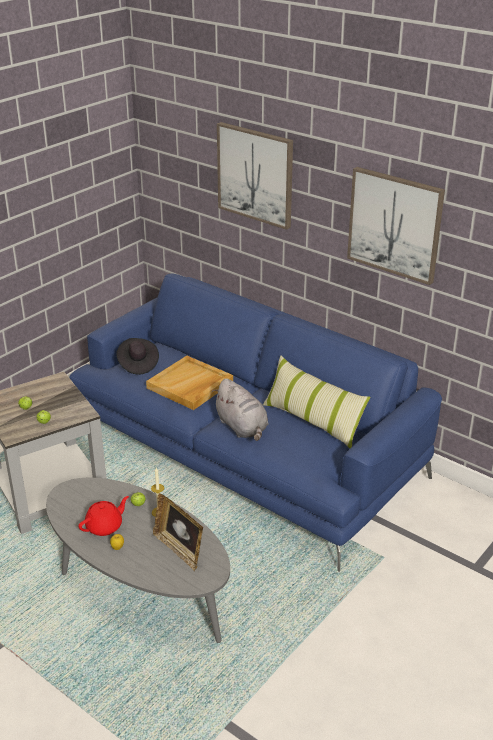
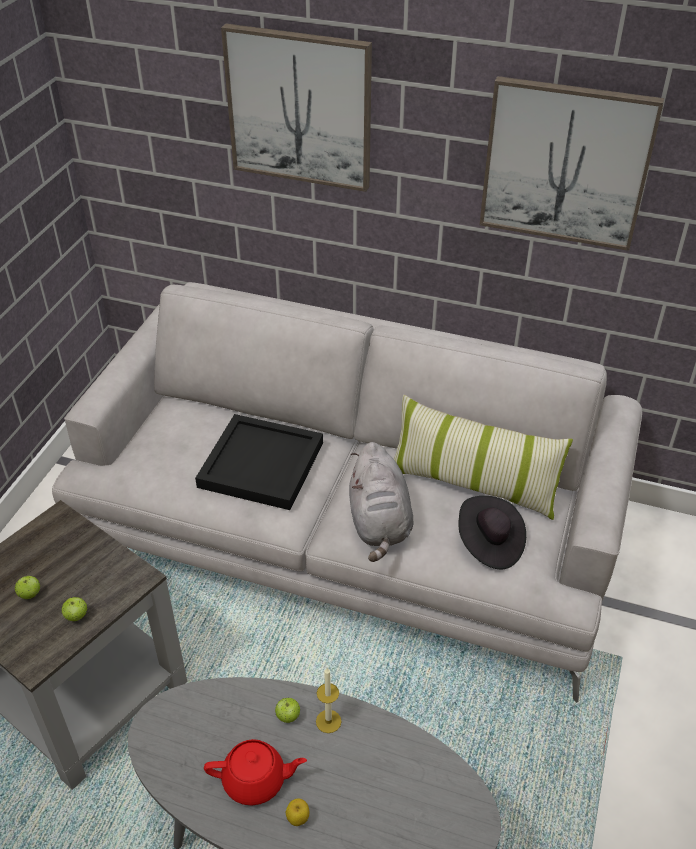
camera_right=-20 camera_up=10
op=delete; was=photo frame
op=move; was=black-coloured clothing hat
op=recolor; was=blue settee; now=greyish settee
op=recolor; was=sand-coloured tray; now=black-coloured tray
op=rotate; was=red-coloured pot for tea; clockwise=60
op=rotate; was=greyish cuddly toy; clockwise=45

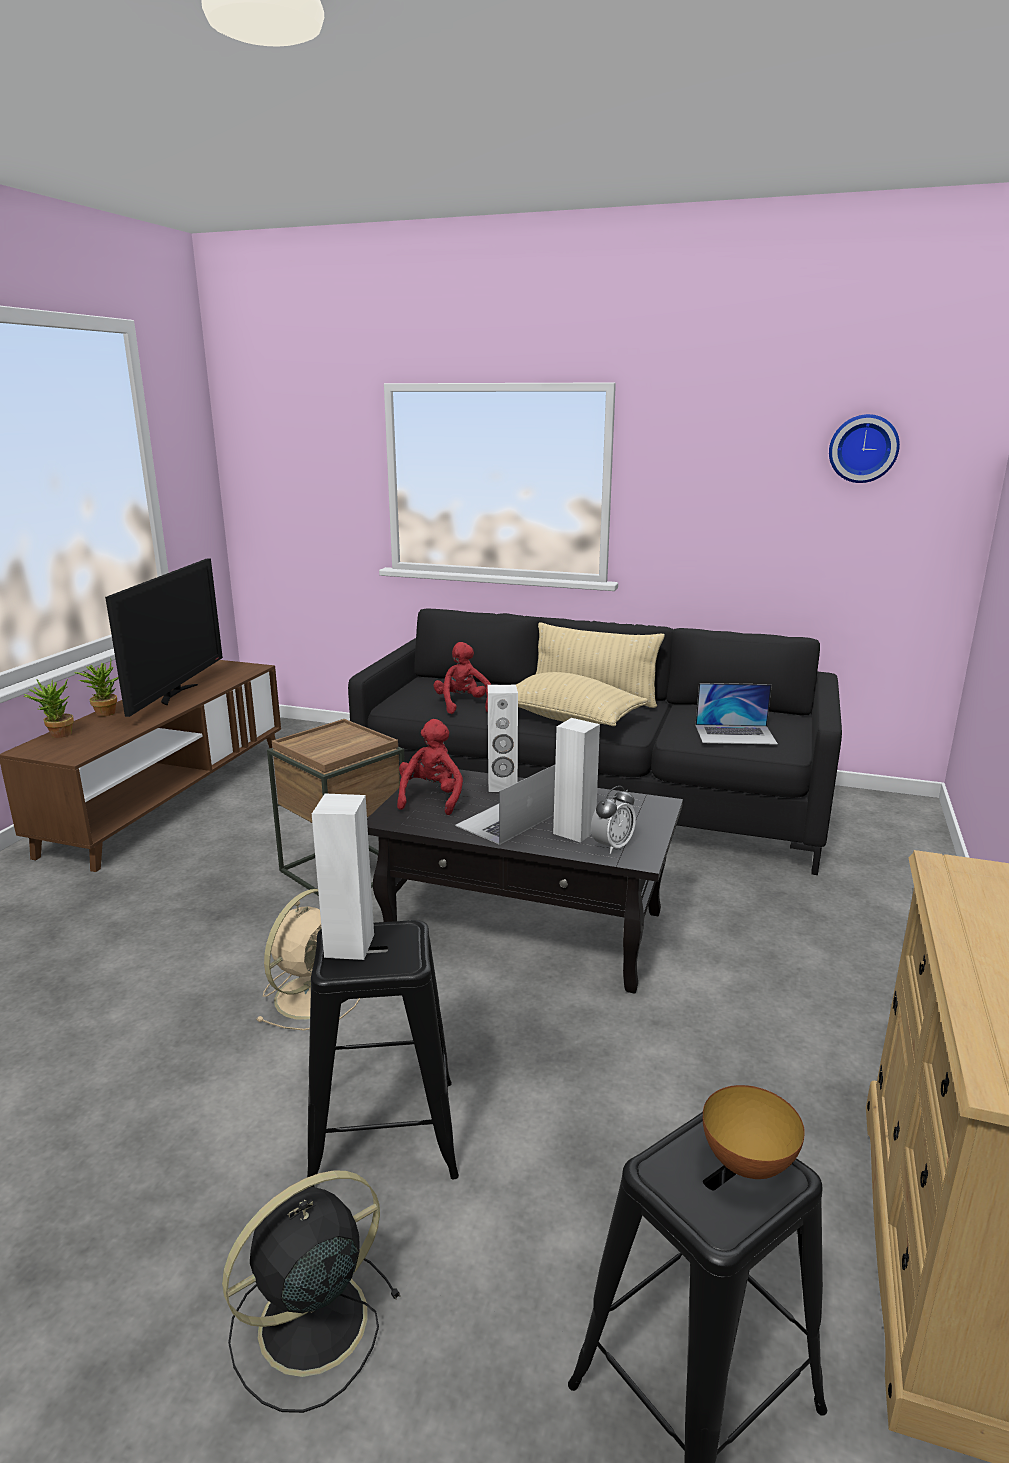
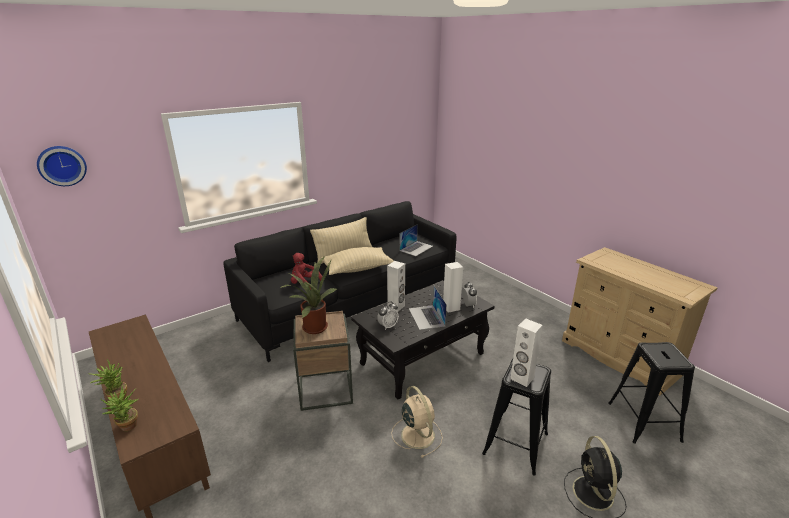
camera_right=-55 camera_up=5
op=delete; was=TV
op=delete; was=bowl
op=insert; now=plant in a pot (3rd from left)
op=move; was=wall clock
op=replace; was=red-coloured cuddly toy (1st from left); now=table clock (1st from left)

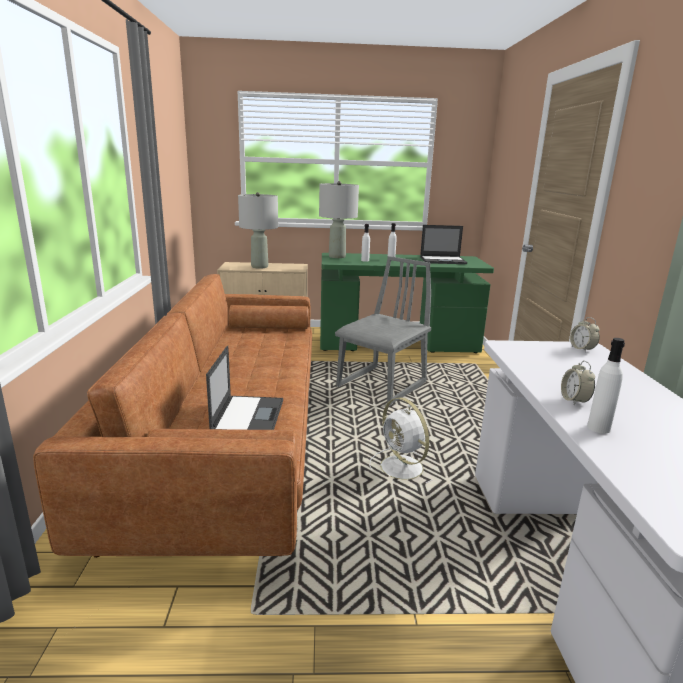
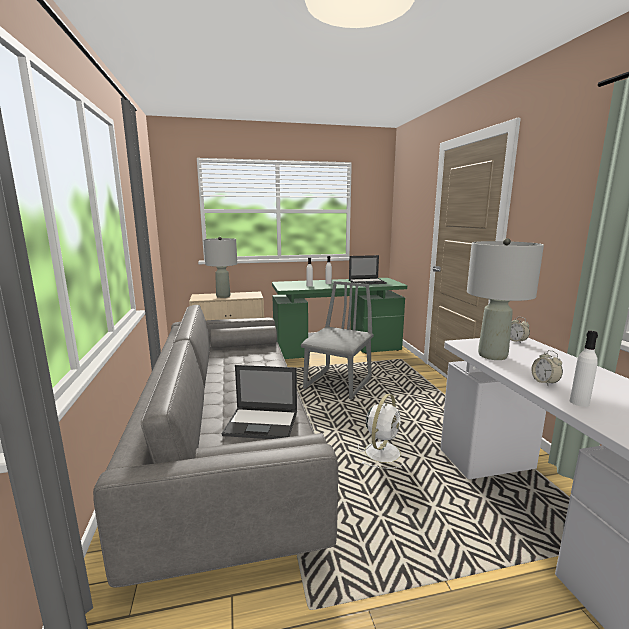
camera_right=-10 camera_up=-5
op=move; was=greyish table lamp (2nd from left)
op=recolor; was=brownish settee; now=greyish settee
op=rotate; was=notebook computer (1st from left); clockwise=105
op=rotate; was=whitish cooling fan; clockwise=-105

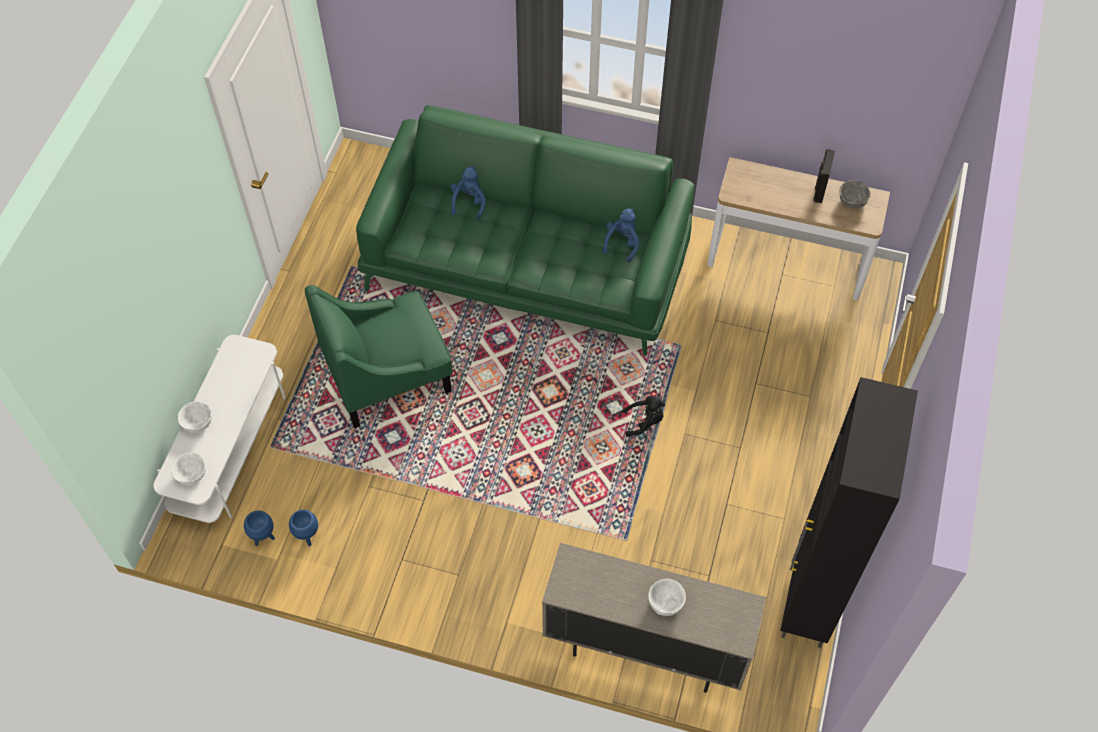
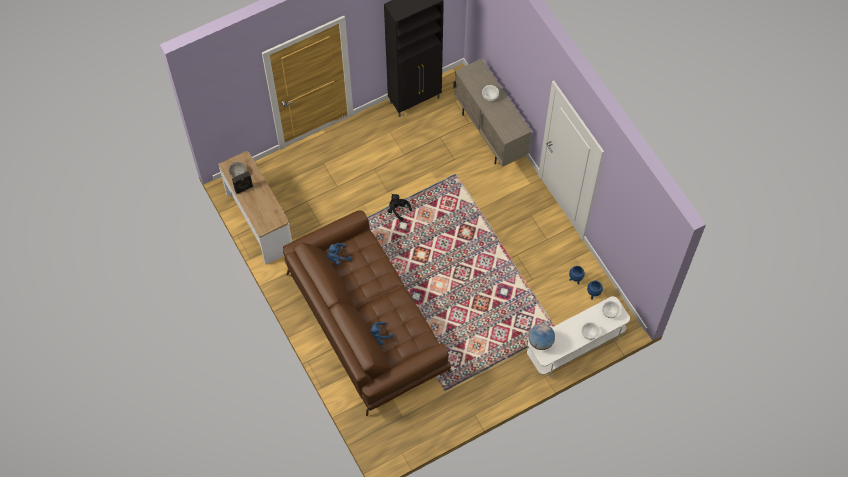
camera_right=-135 camera_up=5
op=delete; was=greenish lounge chair
op=insert; now=world globe
op=recolor; was=greenish settee; now=brownish settee

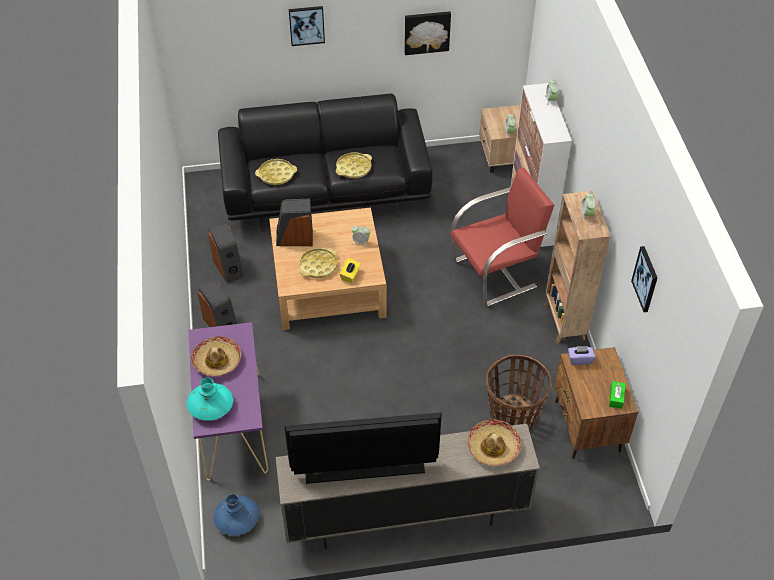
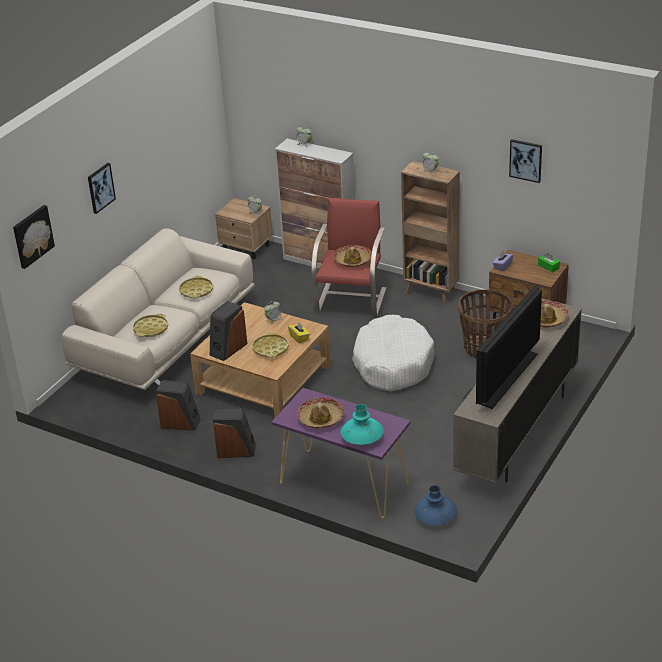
camera_right=-50 camera_up=-15
op=insert; now=clothing hat (2nd from left)
op=insert; now=whitish pet bed
op=move; was=wall picture (2nd from left in the first image); now=wall picture (1st from left)
op=recolor; was=black-coloured settee; now=sand-coloured settee

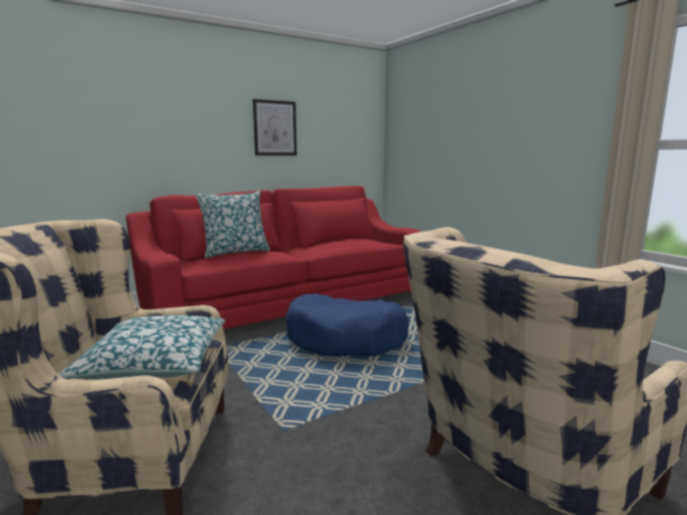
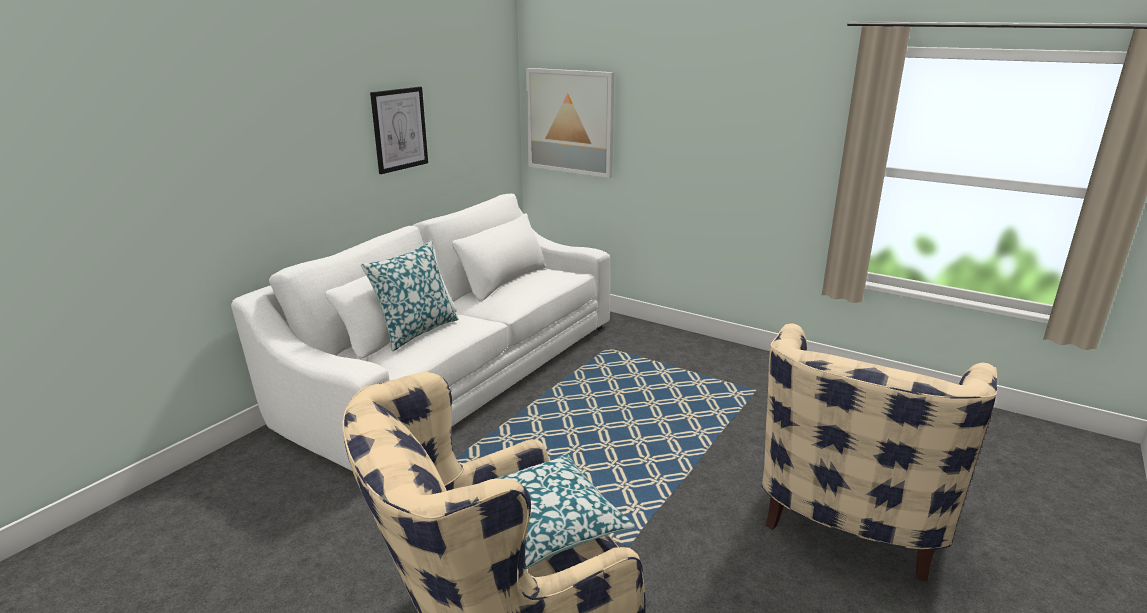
camera_right=-25 camera_up=10
op=delete; was=blue pet bed
op=insert; now=wall picture (2nd from left)
op=recolor; was=red-coloured settee; now=whitish settee

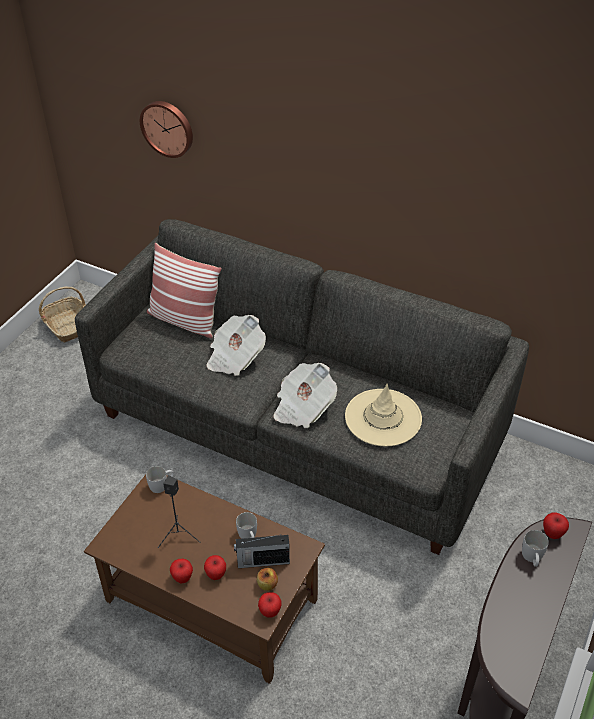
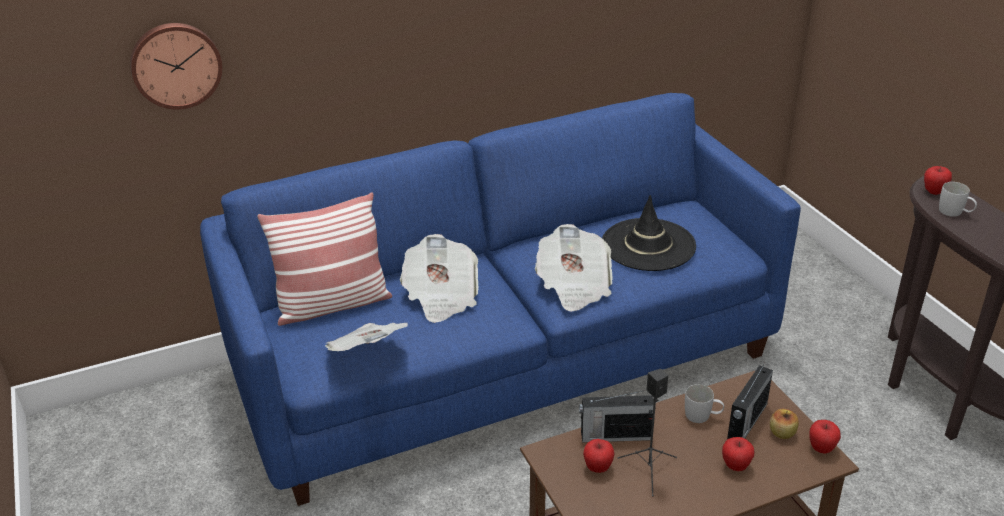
camera_right=-50 camera_up=-10
op=delete; was=household basket
op=delete; was=whitish tea mug (1st from left)
op=insert; now=newspaper (1st from left)
op=insert; now=radio set (1st from left)
op=move; was=apple (1st from left)
op=recolor; was=greyish settee; now=blue settee
op=recolor; was=sand-coloured clothing hat; now=black-coloured clothing hat

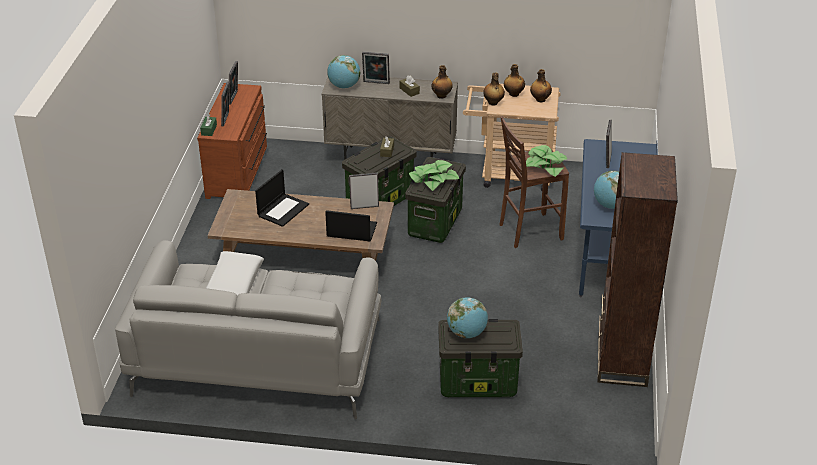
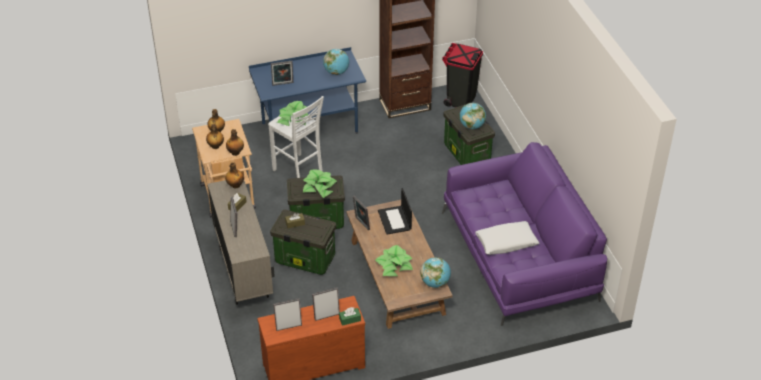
camera_right=-115 camera_up=5
op=insert; now=black-coloured rubbish bin
op=move; was=world globe (1st from left in the first image); now=world globe (2nd from left)
op=replace; was=notebook computer (1st from left); now=plant in a pot (3rd from left)
op=recolor; was=greyish settee; now=purple-coloured settee
op=recolor; was=brownish stool seat; now=whitish stool seat

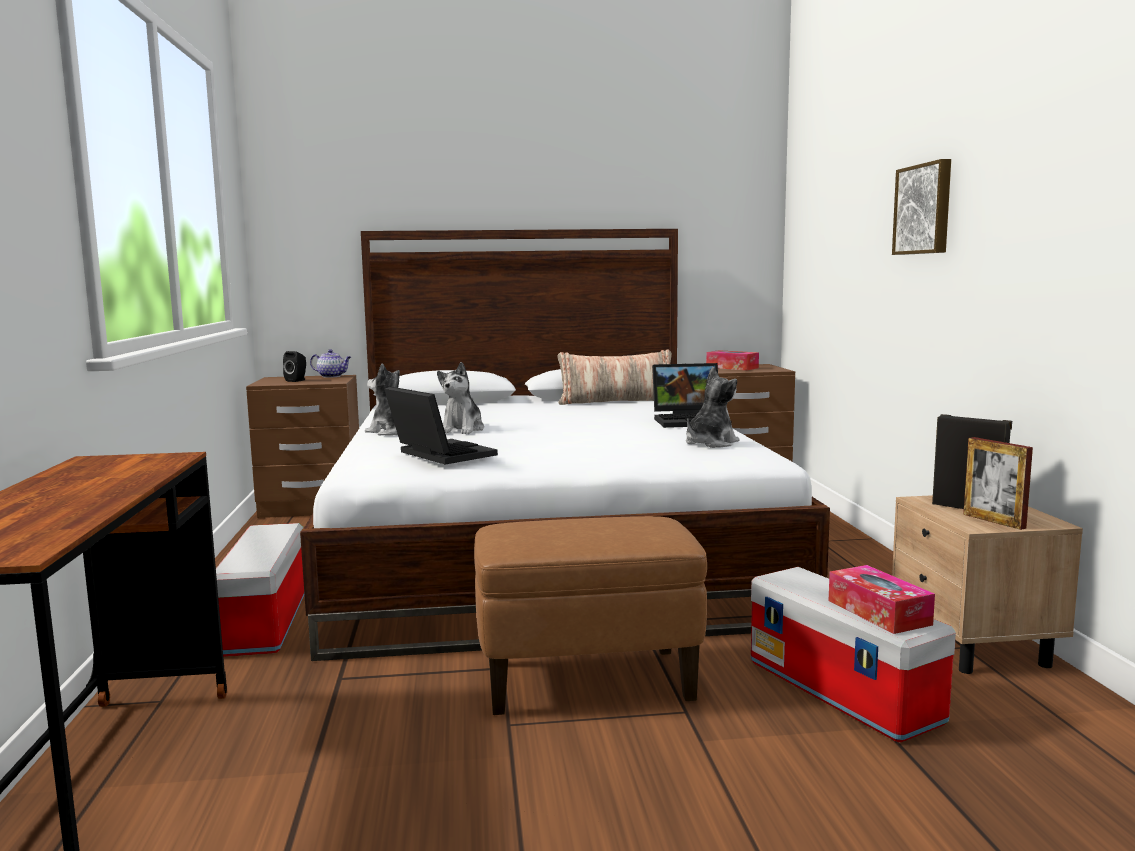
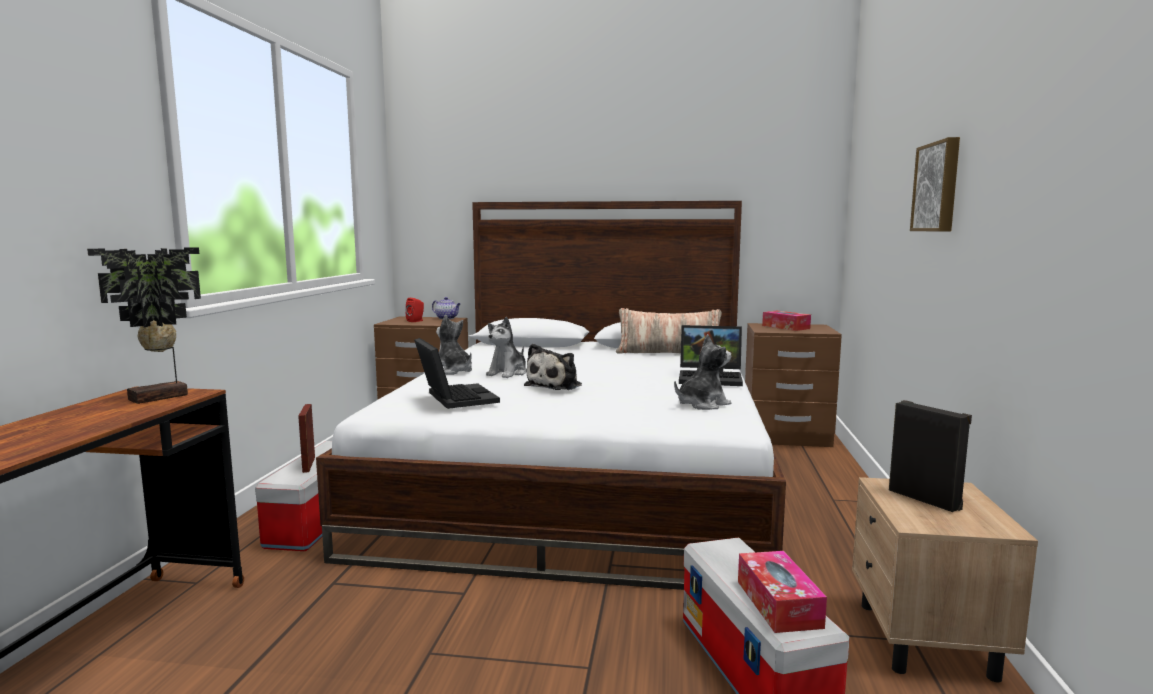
camera_right=15 camera_up=0
op=delete; was=brownish ottoman
op=insert; now=plant in a pot
op=insert; now=cuddly toy (3rd from left)
op=move; was=photo frame
op=recolor; was=black-coloured audio speaker (1st from left); now=red-coloured audio speaker

